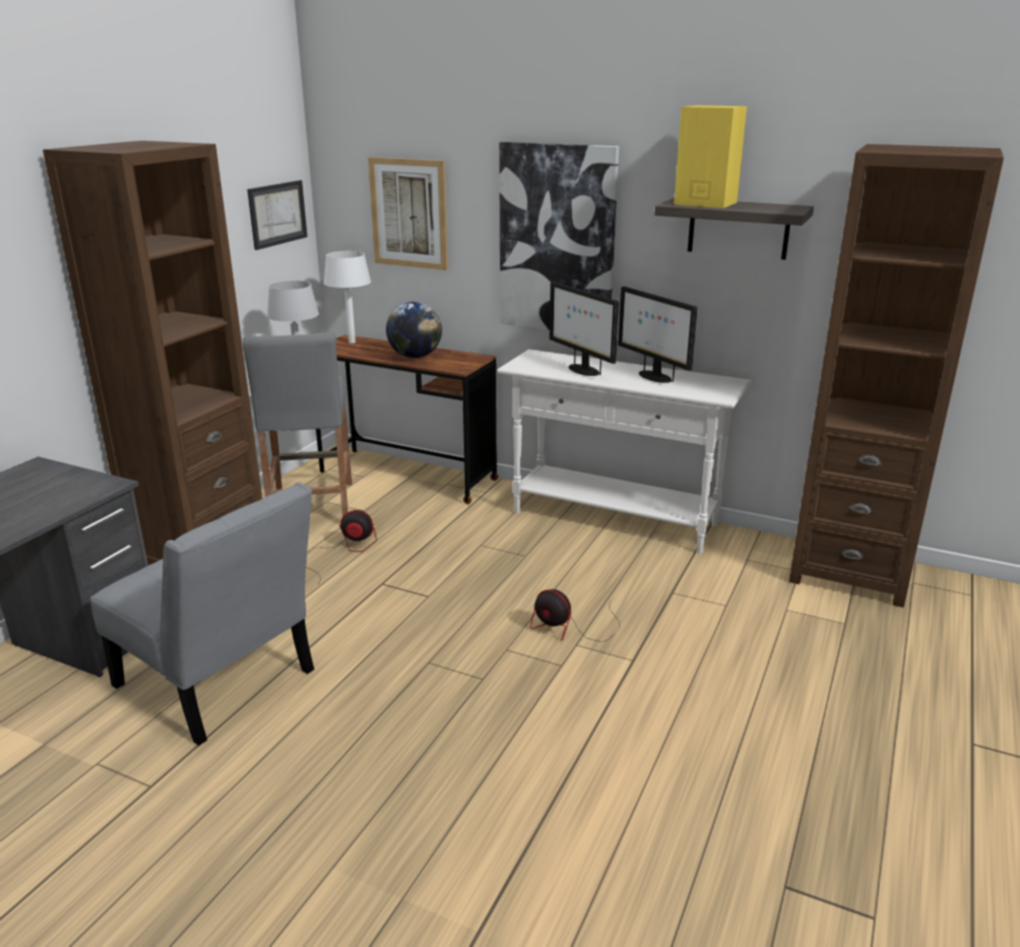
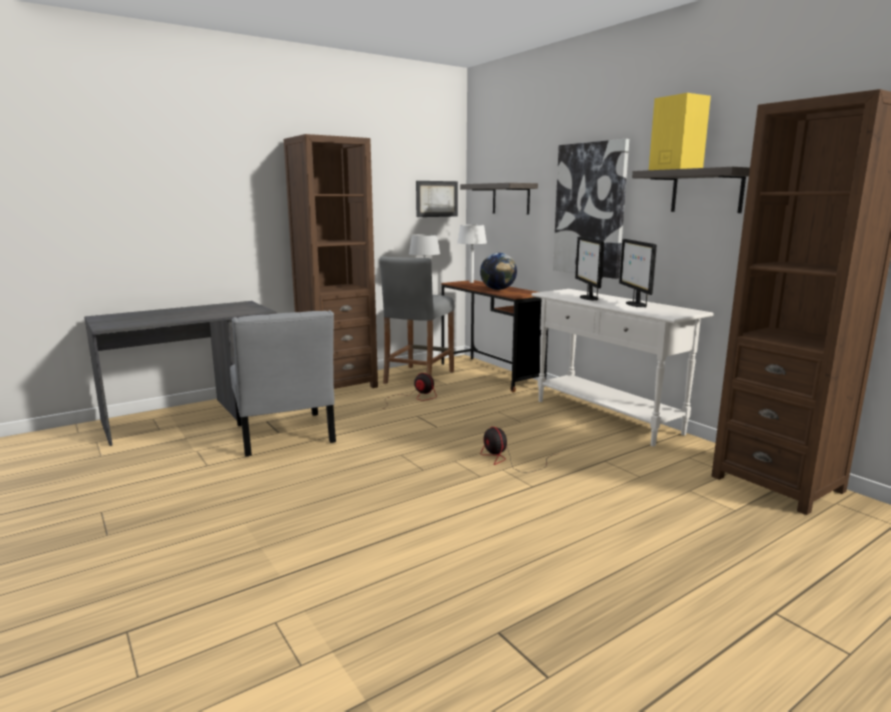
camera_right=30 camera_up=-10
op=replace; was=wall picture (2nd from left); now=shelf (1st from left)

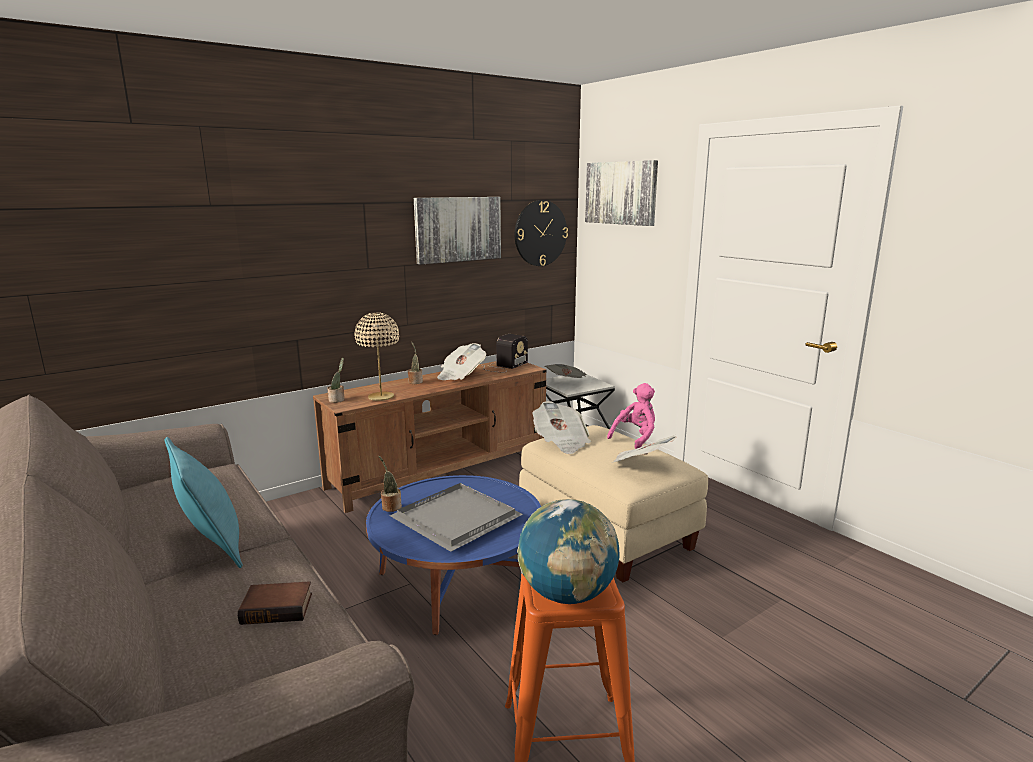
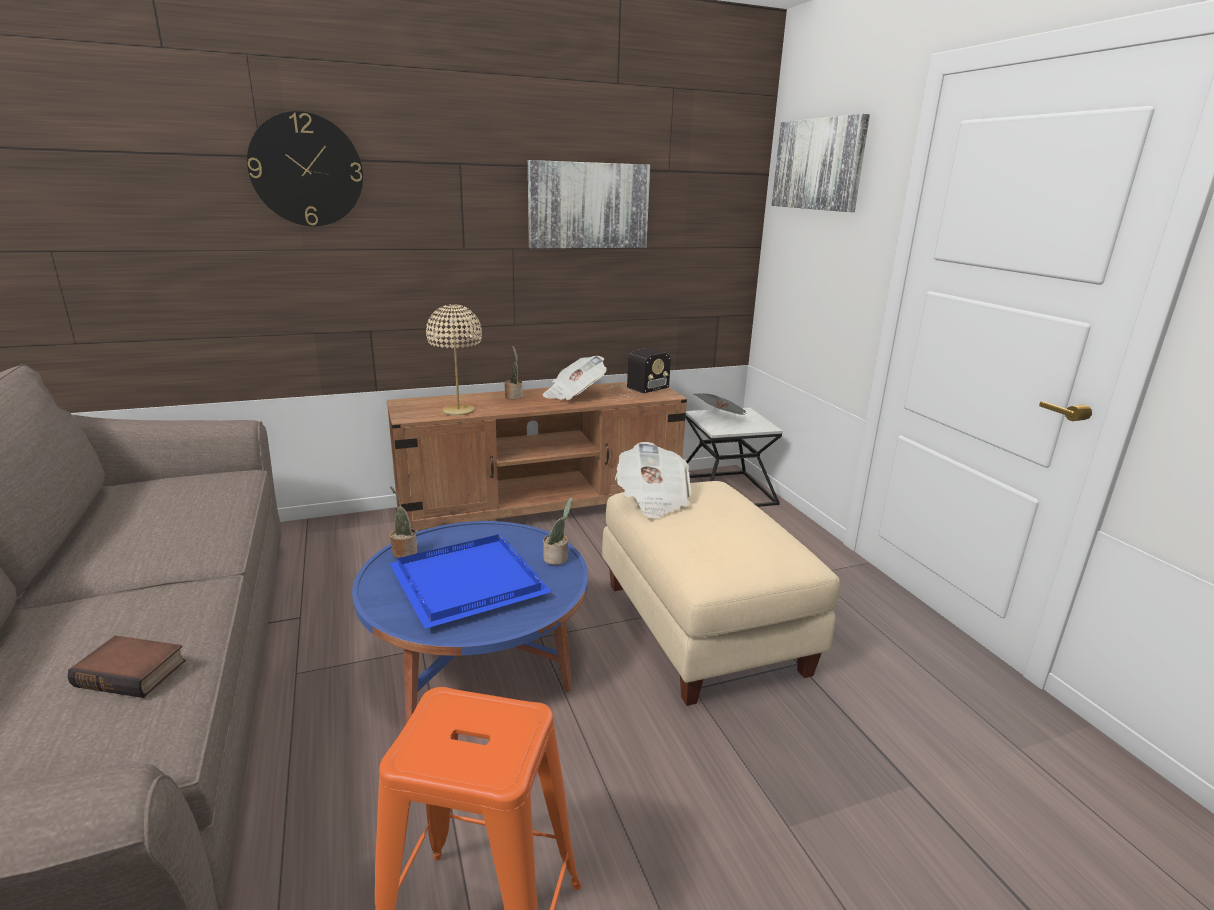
camera_right=15 camera_up=5
op=delete; was=turquoise-coloured cushion
op=delete; was=world globe
op=delete; was=pink cuddly toy
op=delete; was=newspaper (4th from left)
op=move; was=plant in a pot (1st from left in the first image); now=plant in a pot (3rd from left)
op=move; was=wall clock
op=recolor; was=greyish tray; now=blue tray

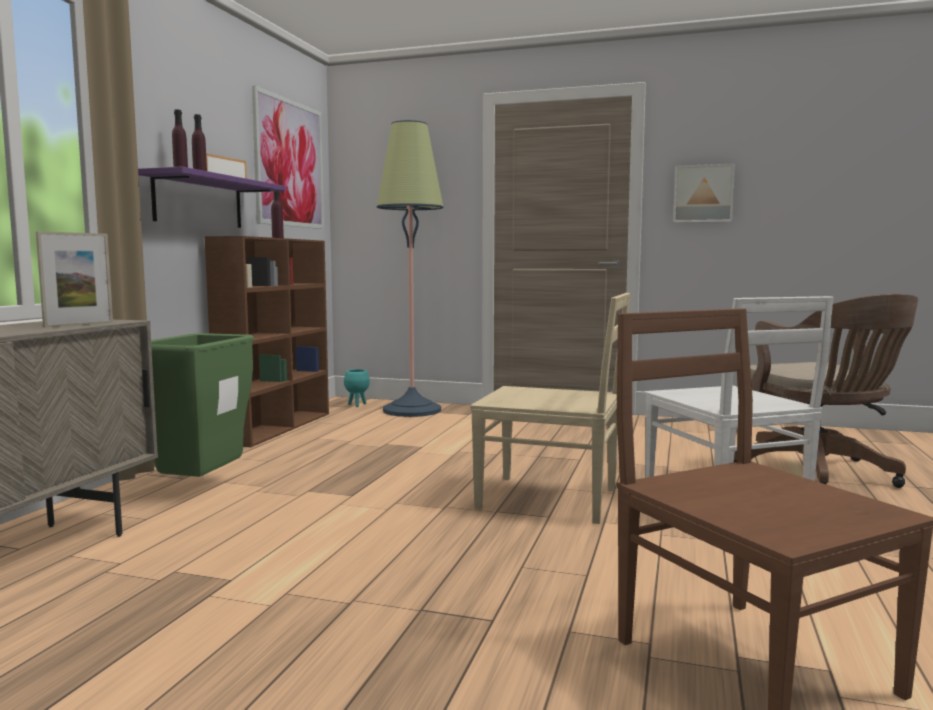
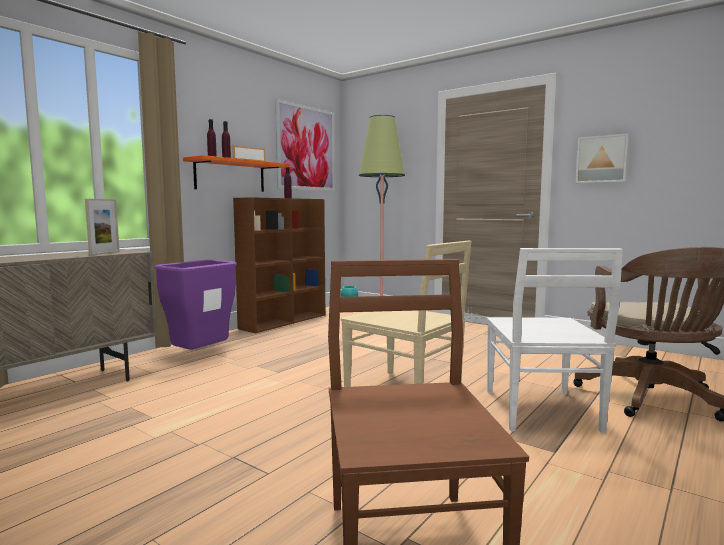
camera_right=20 camera_up=0
op=recolor; was=purple-coloured shelf; now=orange shelf
op=recolor; was=greenish rubbish bin; now=purple-coloured rubbish bin
op=rotate; was=photo frame (1st from left); clockwise=-45

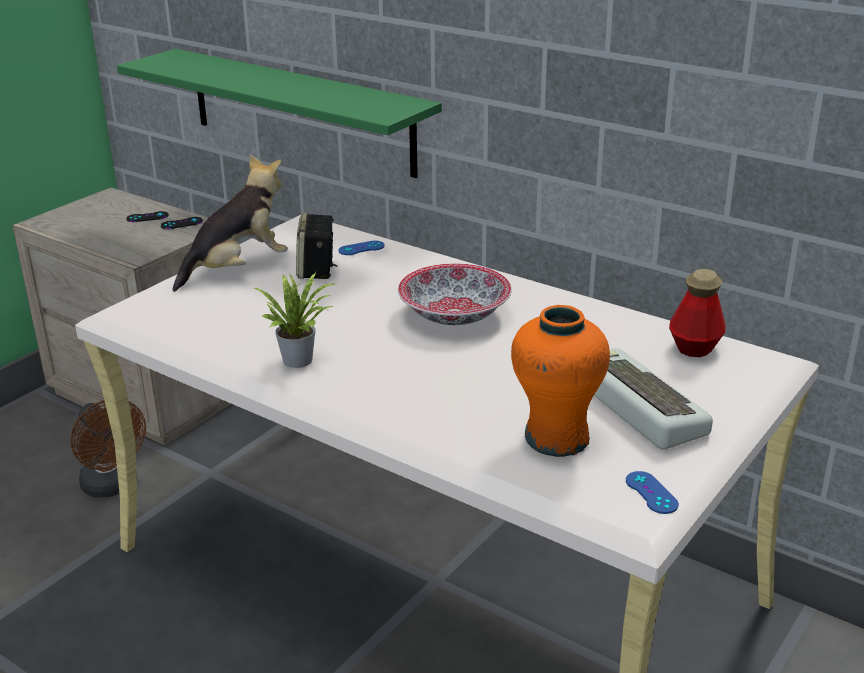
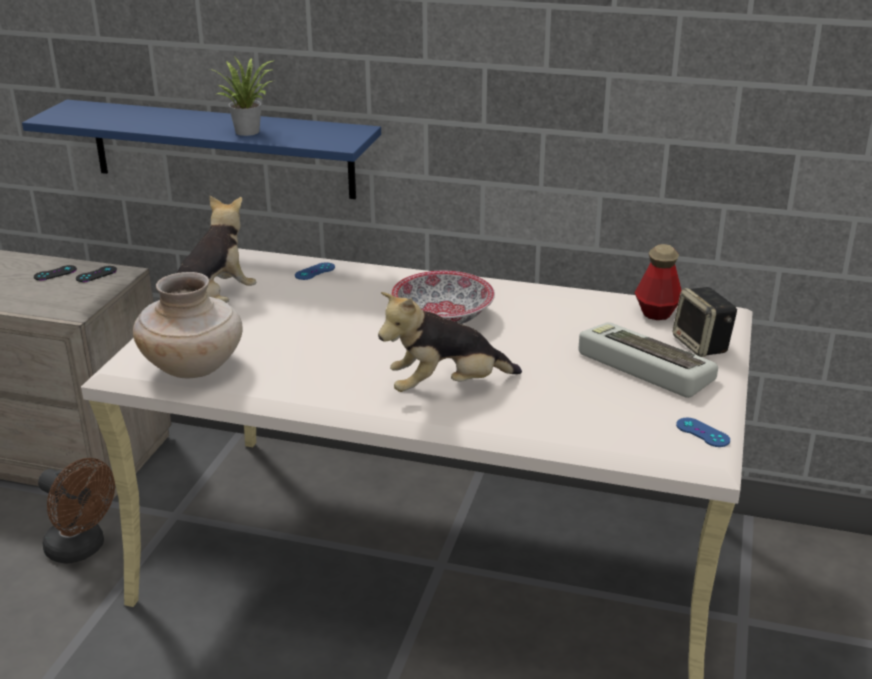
camera_right=-20 camera_up=0
op=delete; was=orange flower vase
op=insert; now=sand-coloured flower vase
op=insert; now=cuddly toy (2nd from left)
op=move; was=plant in a pot
op=move; was=audio speaker
op=recolor; was=greenish shelf; now=blue shelf

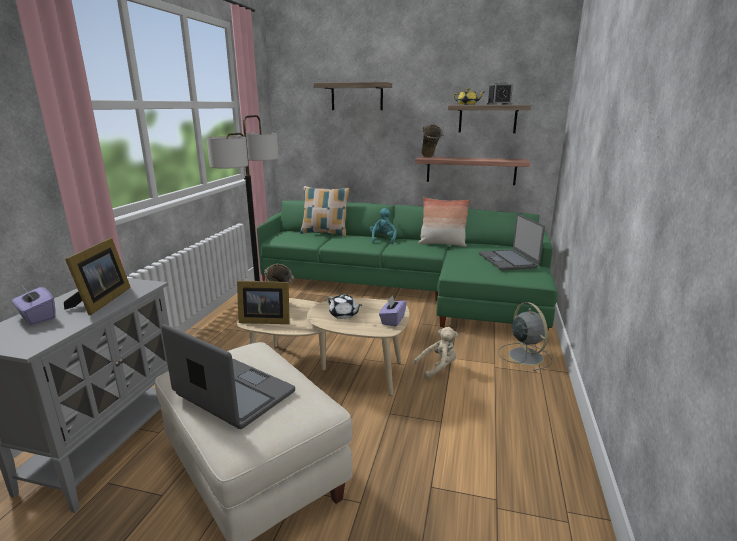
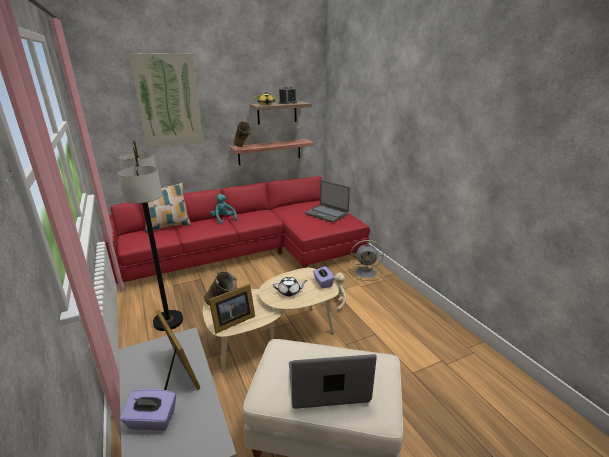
camera_right=-40 camera_up=5
op=delete; was=cushion (2nd from left)
op=replace; was=shelf (1st from left); now=wall picture
op=recolor; was=greenish settee; now=red-coloured settee
op=rotate; was=greyish cooling fan; clockwise=150

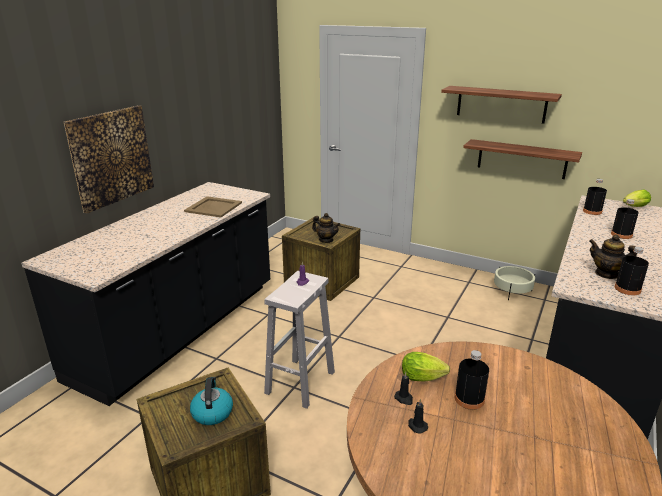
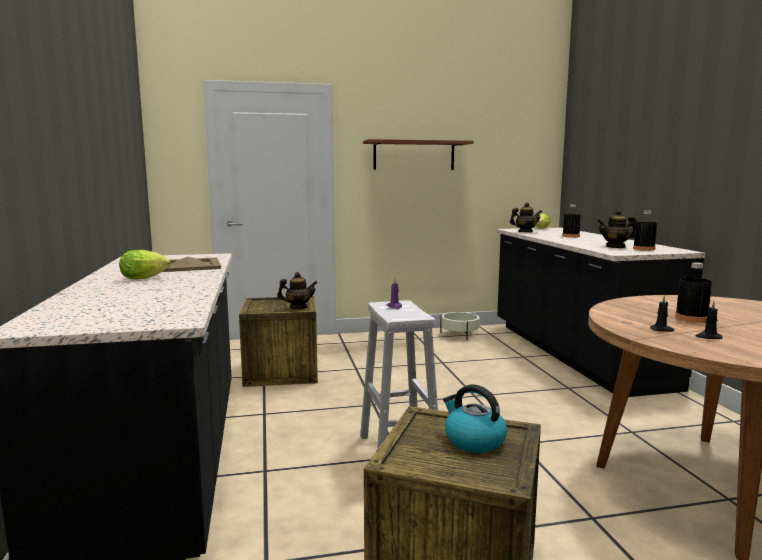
camera_right=-40 camera_up=-15
op=delete; was=wall picture
op=delete; was=shelf (2nd from left)
op=move; was=lettuce (1st from left)
op=replace; was=black-coloured beverage bottle (2nd from left); now=pot for tea (2nd from left)

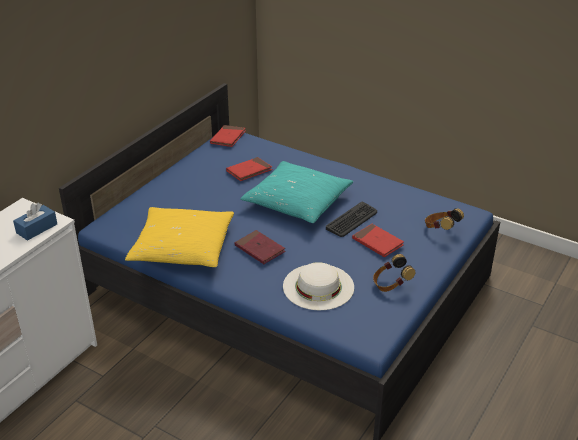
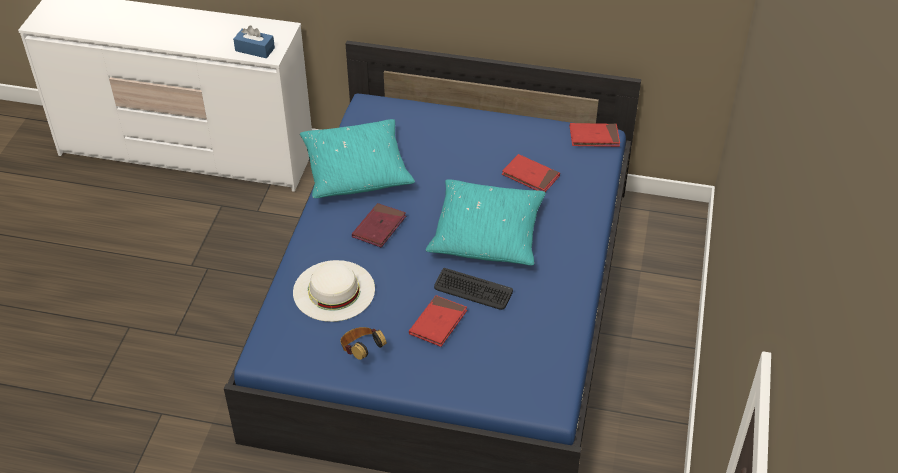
camera_right=70 camera_up=10
op=delete; was=headphones (2nd from left)
op=recolor; was=yellowish cushion; now=turquoise-coloured cushion (1st from left)

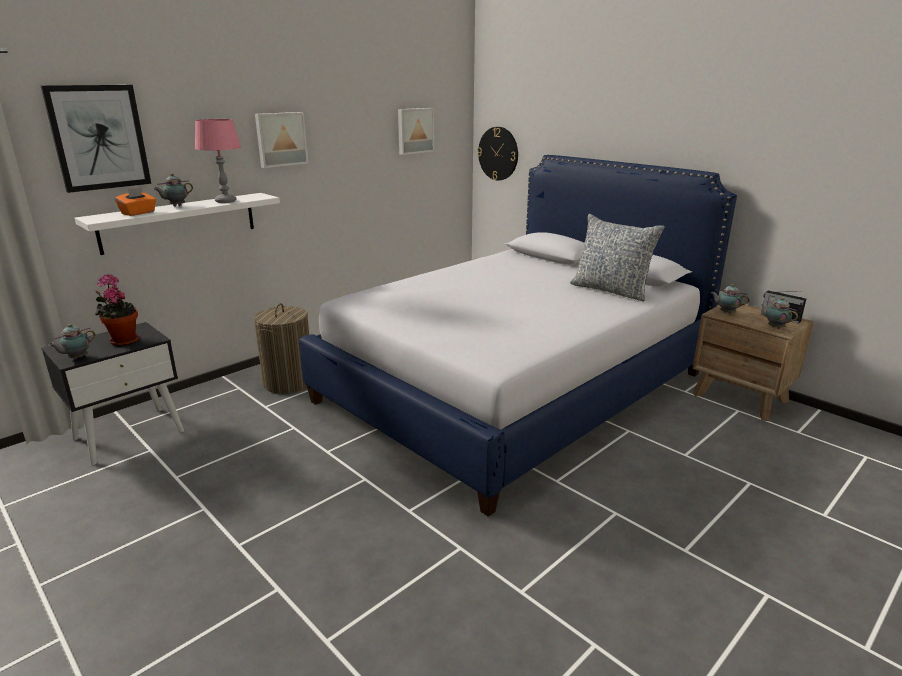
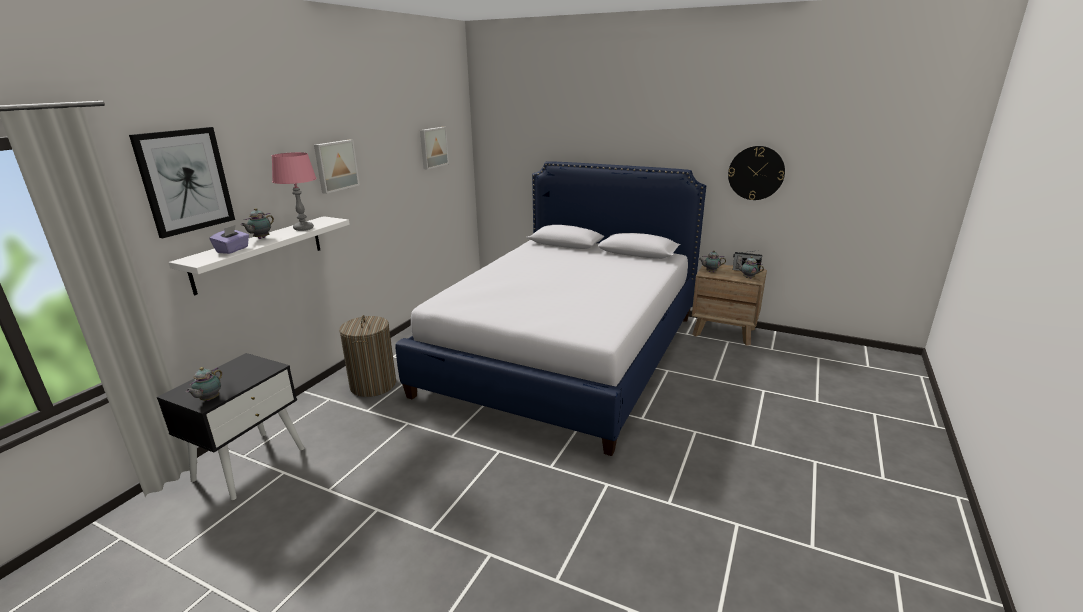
camera_right=-20 camera_up=0
op=delete; was=plant in a pot
op=delete; was=cushion
op=move; was=wall clock
op=recolor; was=orange box of tissues; now=purple-coloured box of tissues

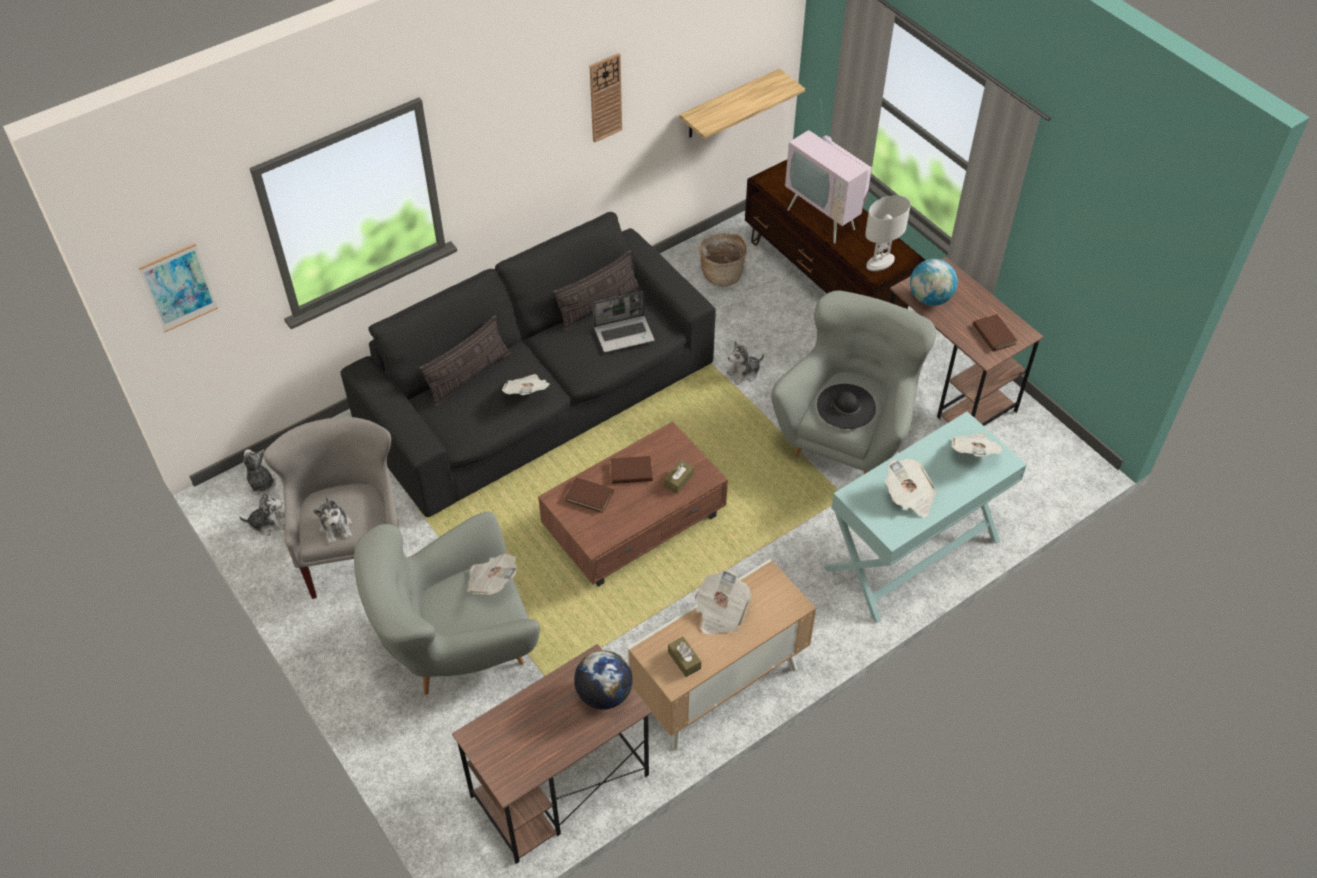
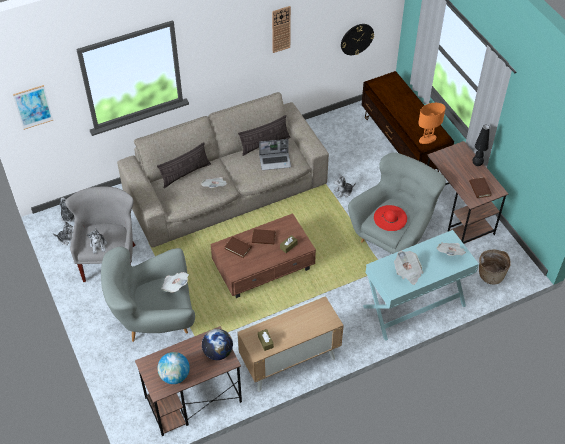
camera_right=10 camera_up=0
op=delete; was=newspaper (3rd from left)
op=delete; was=TV
op=insert; now=black-coloured table lamp
op=move; was=household basket
op=move; was=world globe (2nd from left in the first image); now=world globe (1st from left)
op=replace; was=shelf; now=wall clock (2nd from left)
op=recolor; was=black-coloured settee; now=sand-coloured settee
op=recolor; was=black-coloured clothing hat; now=red-coloured clothing hat
op=recolor; was=whitish table lamp; now=orange table lamp

